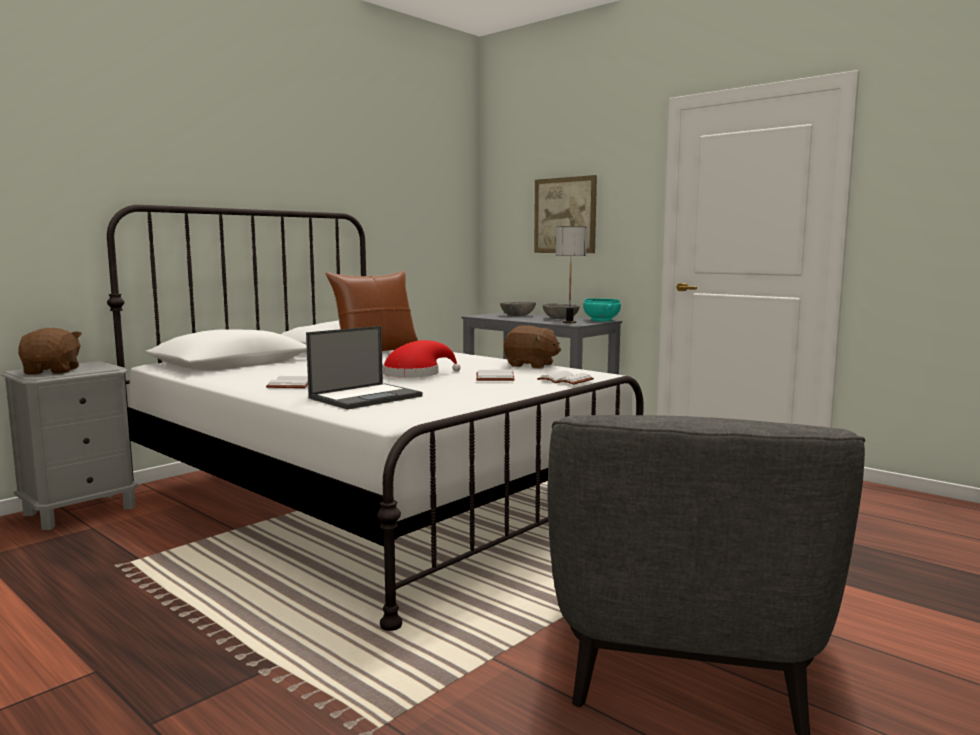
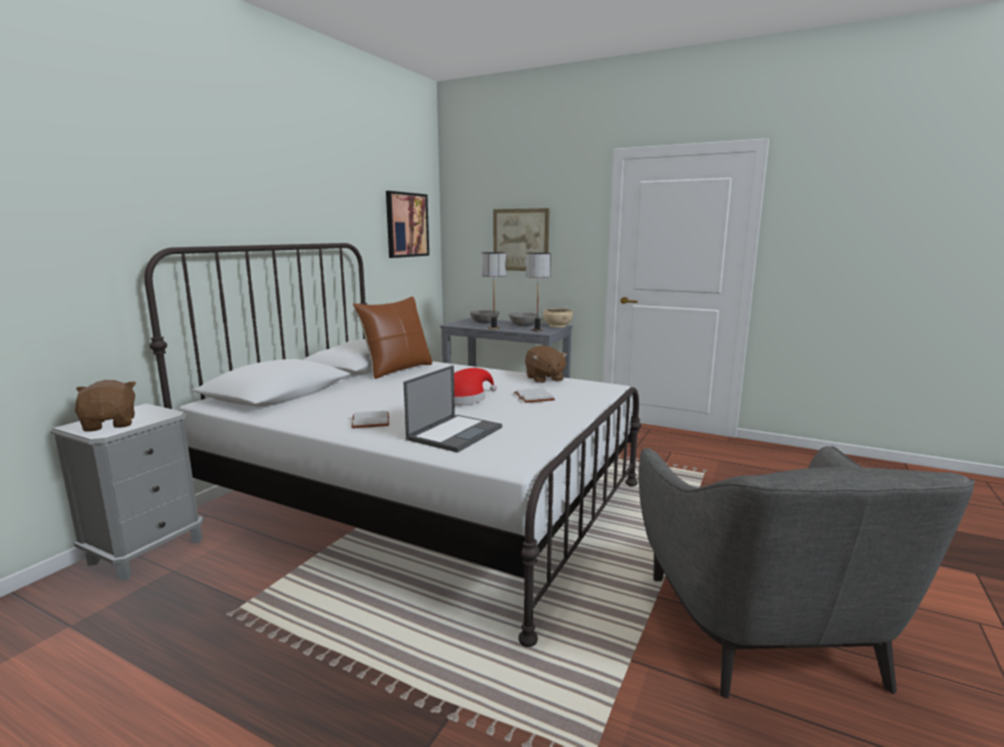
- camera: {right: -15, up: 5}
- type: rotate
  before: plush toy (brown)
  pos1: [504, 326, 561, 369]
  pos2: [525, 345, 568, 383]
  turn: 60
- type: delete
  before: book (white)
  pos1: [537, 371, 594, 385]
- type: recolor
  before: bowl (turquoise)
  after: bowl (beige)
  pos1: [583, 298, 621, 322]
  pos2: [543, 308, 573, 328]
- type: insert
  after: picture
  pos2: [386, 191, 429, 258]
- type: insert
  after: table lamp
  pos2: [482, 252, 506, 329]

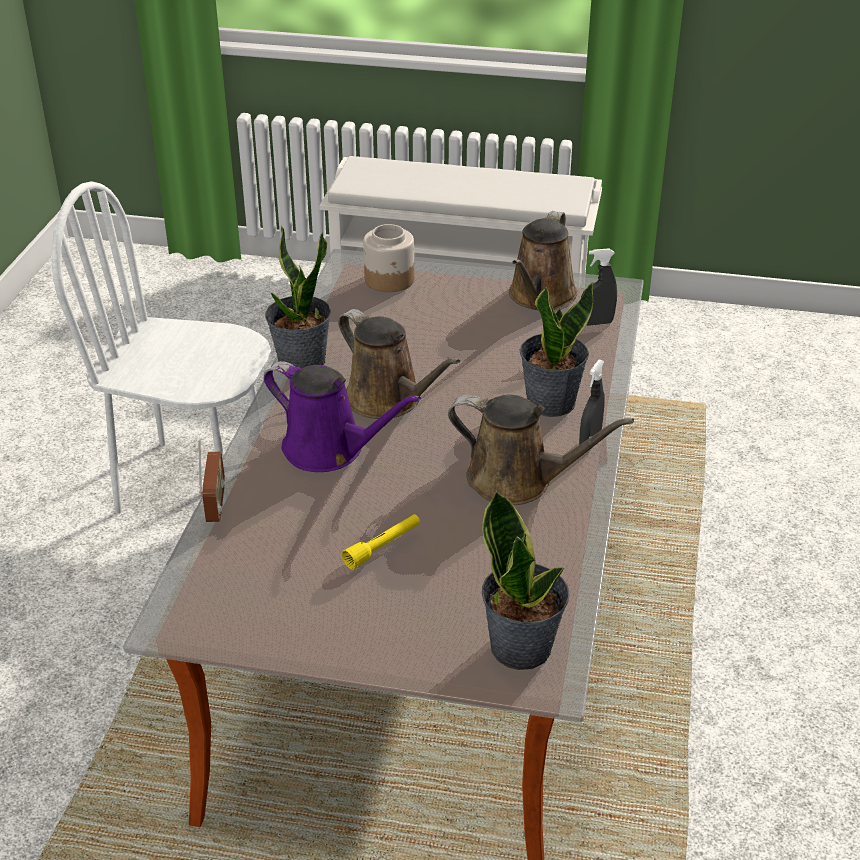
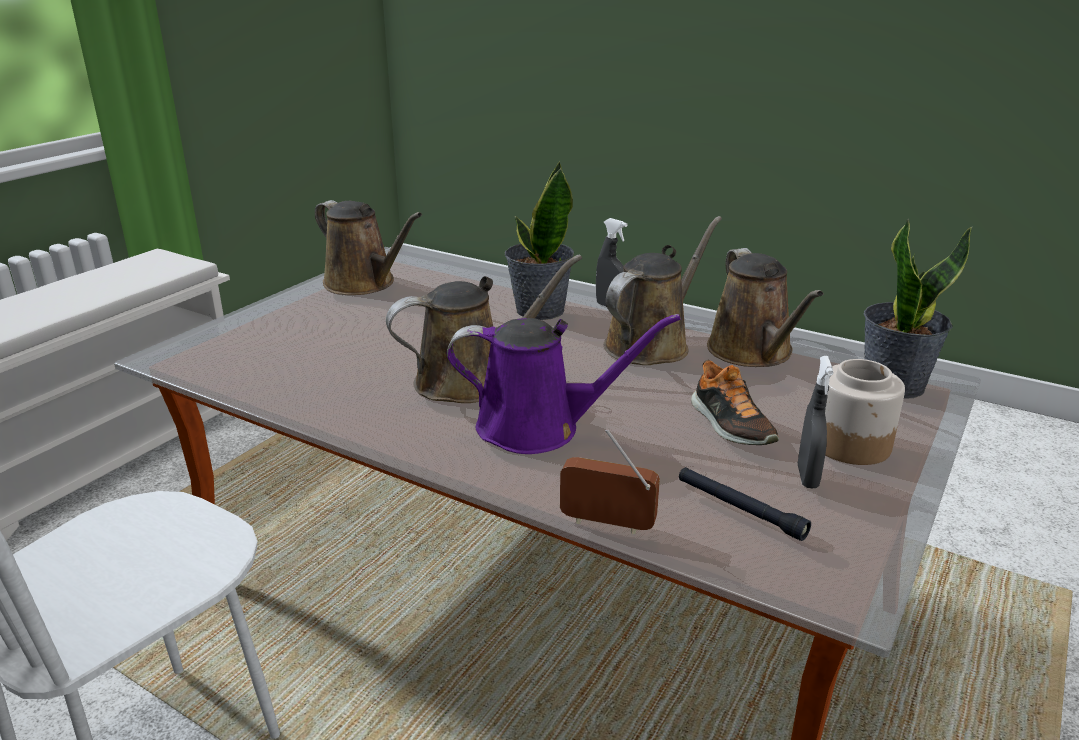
- camera: {right: -70, up: -10}
- type: rotate
  before: watering can (purple)
  pos1: [264, 361, 421, 472]
  pos2: [447, 314, 680, 454]
  turn: 45
- type: delete
  before: potted plant
  pos1: [265, 226, 331, 368]
- type: replace
  before: flashlight (yellow)
  after: shoe
  pos1: [341, 514, 420, 570]
  pos2: [691, 359, 779, 445]
- type: move
  before: jar
  pos1: [363, 224, 414, 292]
  pos2: [825, 359, 905, 465]
- type: move
  before: spray bottle (grey)
  pos1: [581, 248, 617, 326]
  pos2: [798, 356, 833, 488]
- type: insert
  after: flashlight (black)
  pos2: [679, 467, 811, 541]
- type: insert
  after: watering can (brown)
  pos2: [707, 248, 824, 367]

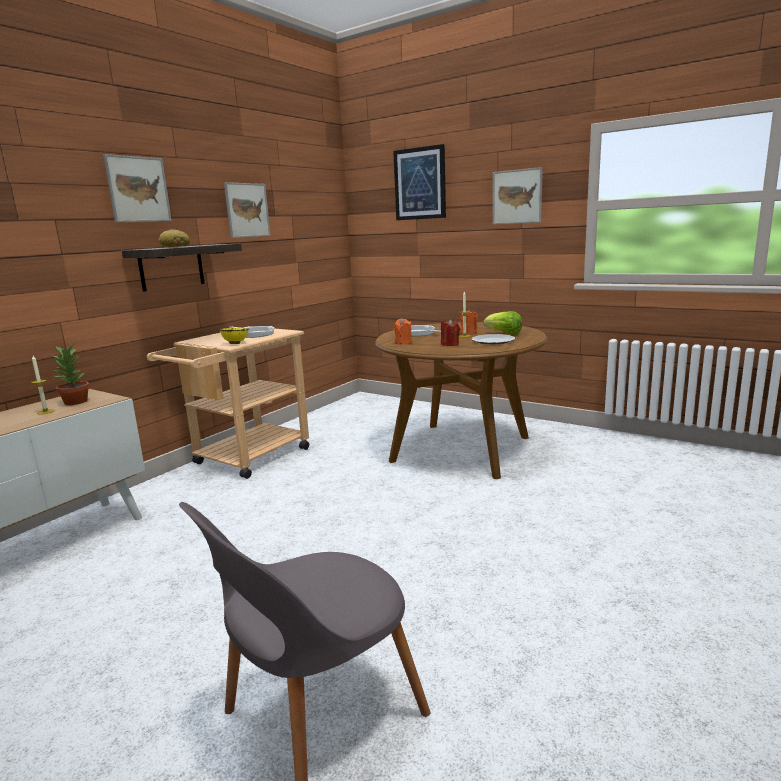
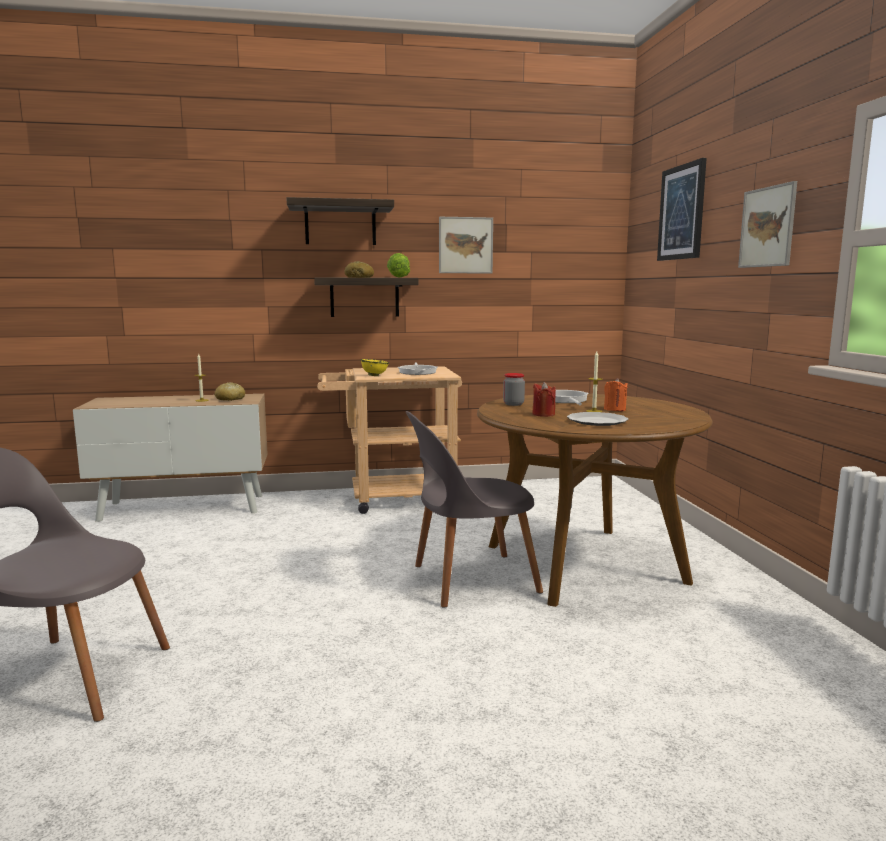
- camera: {right: 45, up: -5}
- type: replace
  before: potted plant
  after: bread
  pos1: [52, 344, 89, 405]
  pos2: [215, 383, 246, 401]
- type: replace
  before: picture
  after: shelf
  pos1: [103, 154, 172, 222]
  pos2: [287, 197, 394, 245]
- type: replace
  before: candle (orange)
  after: jar
  pos1: [394, 318, 412, 344]
  pos2: [503, 373, 525, 406]
- type: move
  before: lettuce
  pos1: [483, 311, 522, 335]
  pos2: [387, 253, 410, 278]
- type: insert
  after: chair (grey)
  pos2: [406, 411, 543, 608]

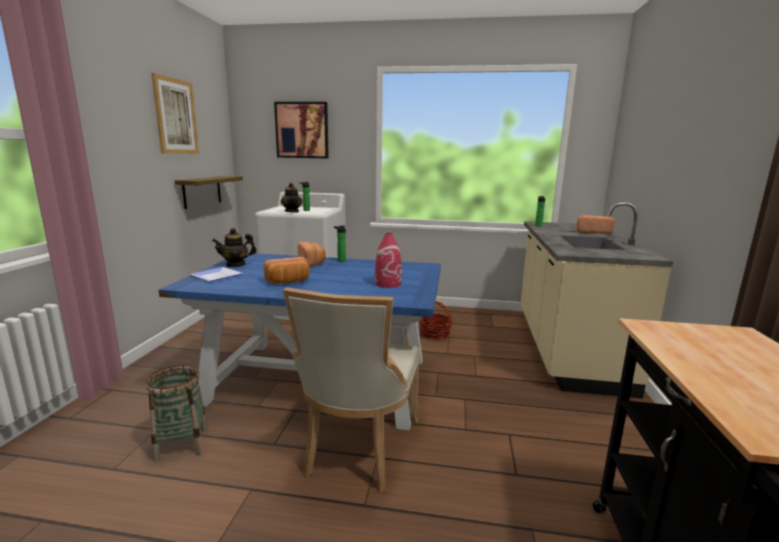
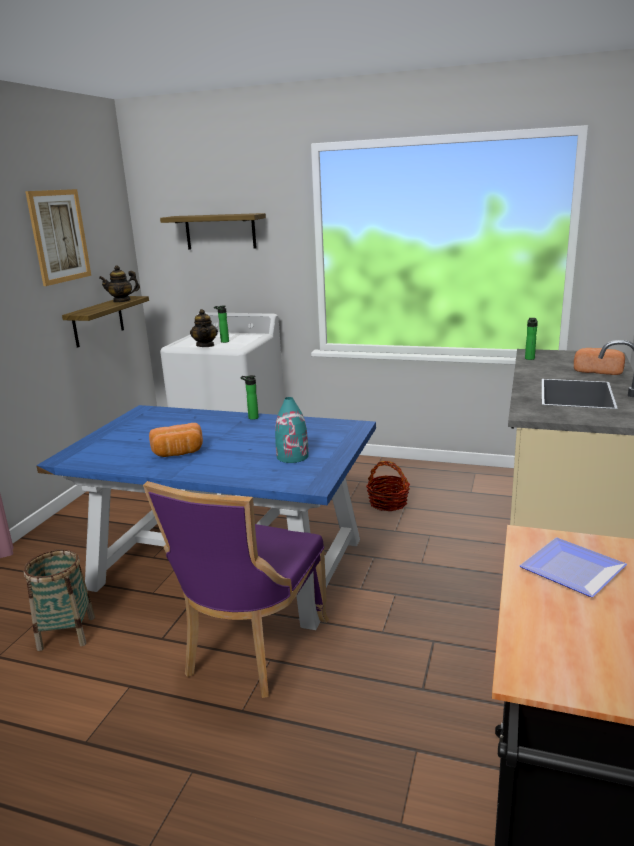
- camera: {right: 10, up: 5}
- type: move
  before: plate
  pos1: [190, 267, 243, 282]
  pos2: [520, 538, 627, 597]
- type: move
  before: teapot
  pos1: [212, 228, 257, 267]
  pos2: [99, 266, 140, 302]
- type: replace
  before: picture
  after: shelf
  pos1: [274, 102, 329, 158]
  pos2: [160, 213, 266, 249]
- type: recolor
  before: chair (beige)
  after: chair (purple)
  pos1: [283, 287, 420, 492]
  pos2: [143, 481, 329, 698]
- type: delete
  before: bread
  pos1: [298, 242, 326, 266]
- type: recolor
  before: vase (red)
  after: vase (turquoise)
  pos1: [375, 233, 402, 288]
  pos2: [275, 397, 309, 463]

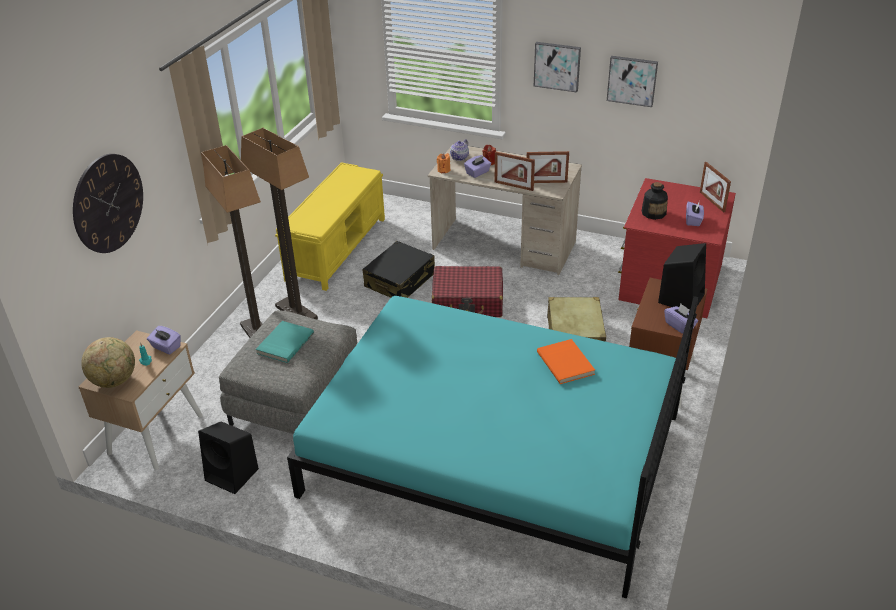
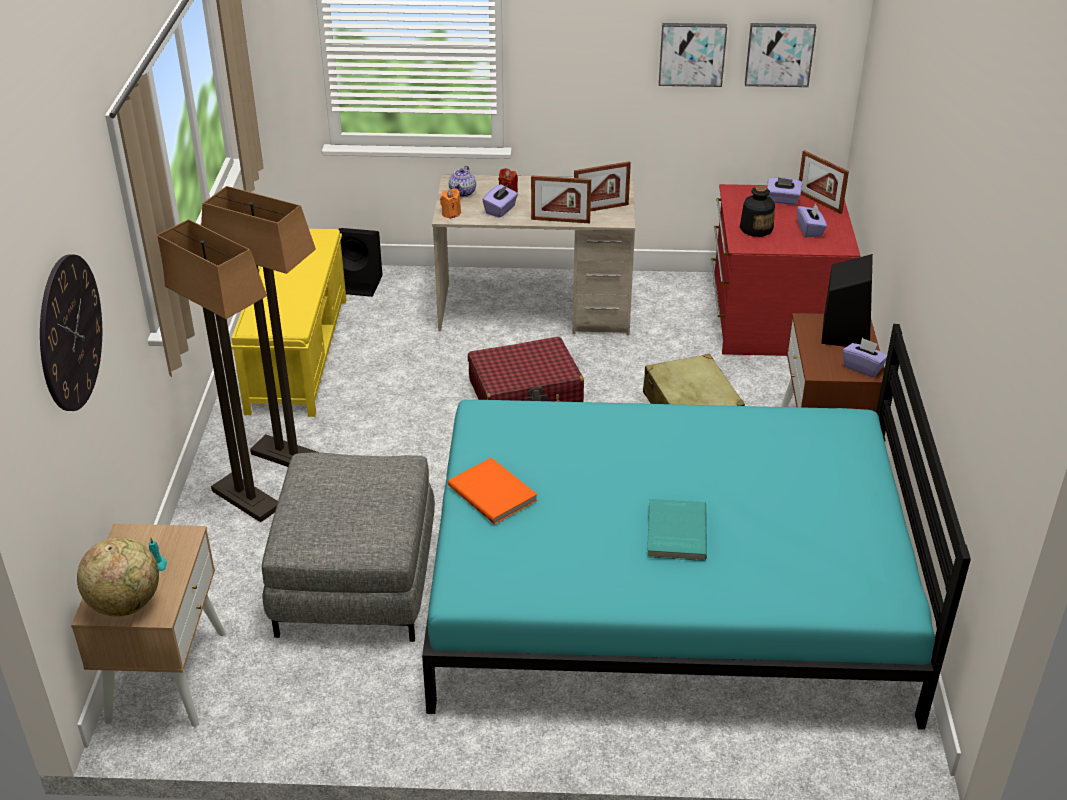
- camera: {right: -20, up: 0}
- type: move
  before: tissue box (purple)
  pos1: [147, 326, 181, 354]
  pos2: [767, 177, 802, 205]
- type: move
  before: speaker (black)
  pos1: [198, 421, 259, 494]
  pos2: [339, 228, 383, 297]
- type: move
  before: book (turquoise)
  pos1: [256, 321, 314, 363]
  pos2: [647, 499, 707, 561]
- type: delete
  before: suitcase (black)
  pos1: [363, 241, 435, 298]
- type: move
  before: picture
  pos1: [534, 42, 581, 92]
  pos2: [745, 23, 816, 87]
- type: move
  before: book (orange)
  pos1: [537, 339, 595, 384]
  pos2: [448, 458, 537, 524]

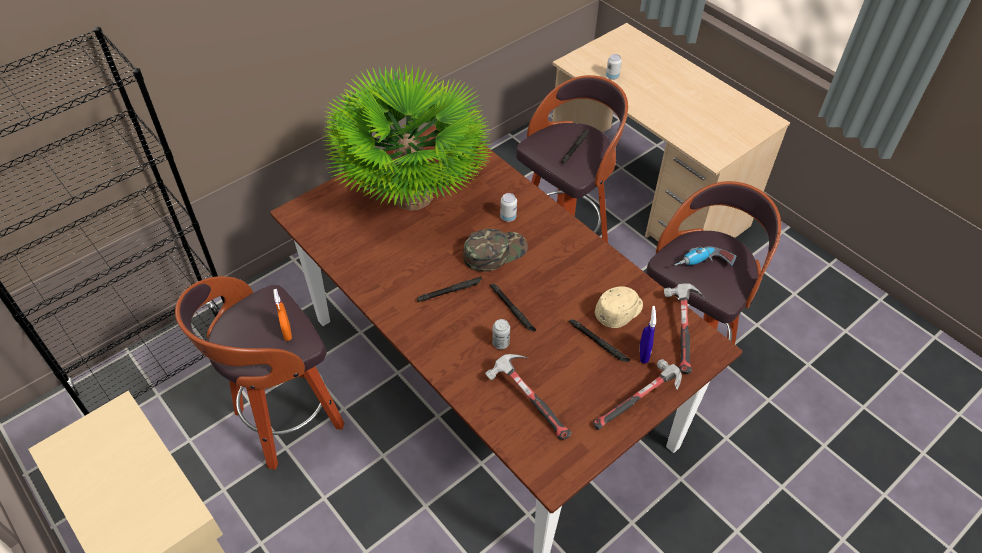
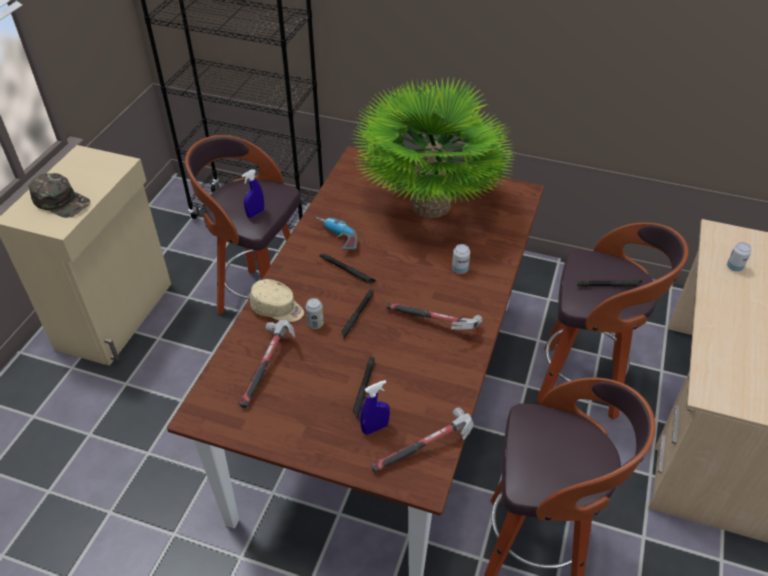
- camera: {right: 60, up: -5}
- type: recolor
  before: spray bottle (orange)
  after: spray bottle (blue)
  pos1: [273, 289, 292, 341]
  pos2: [242, 169, 264, 218]
- type: move
  before: cap (green)
  pos1: [463, 229, 528, 272]
  pos2: [28, 173, 91, 218]
- type: move
  before: hammer
  pos1: [593, 359, 682, 430]
  pos2: [387, 302, 483, 329]
- type: move
  before: cap (beige)
  pos1: [595, 286, 643, 328]
  pos2: [250, 279, 304, 322]
- type: move
  before: power drill
  pos1: [674, 246, 736, 266]
  pos2: [316, 217, 357, 250]

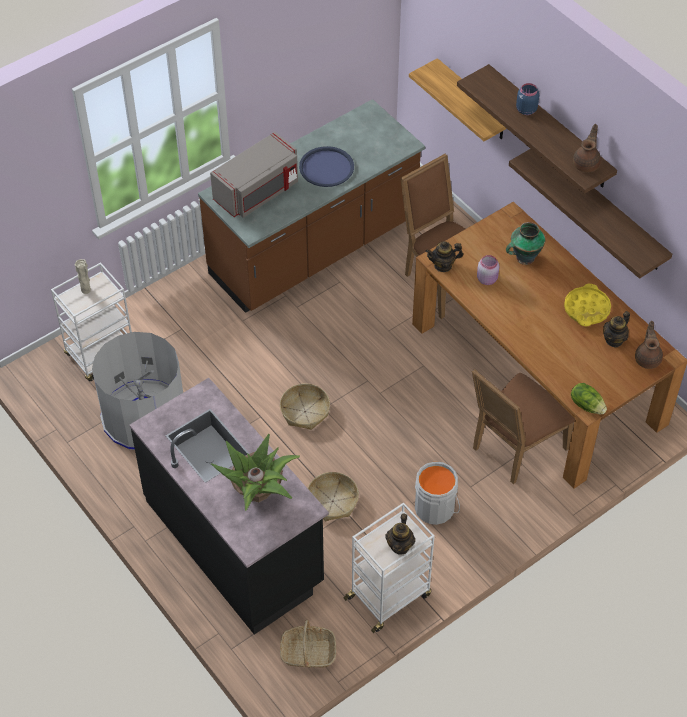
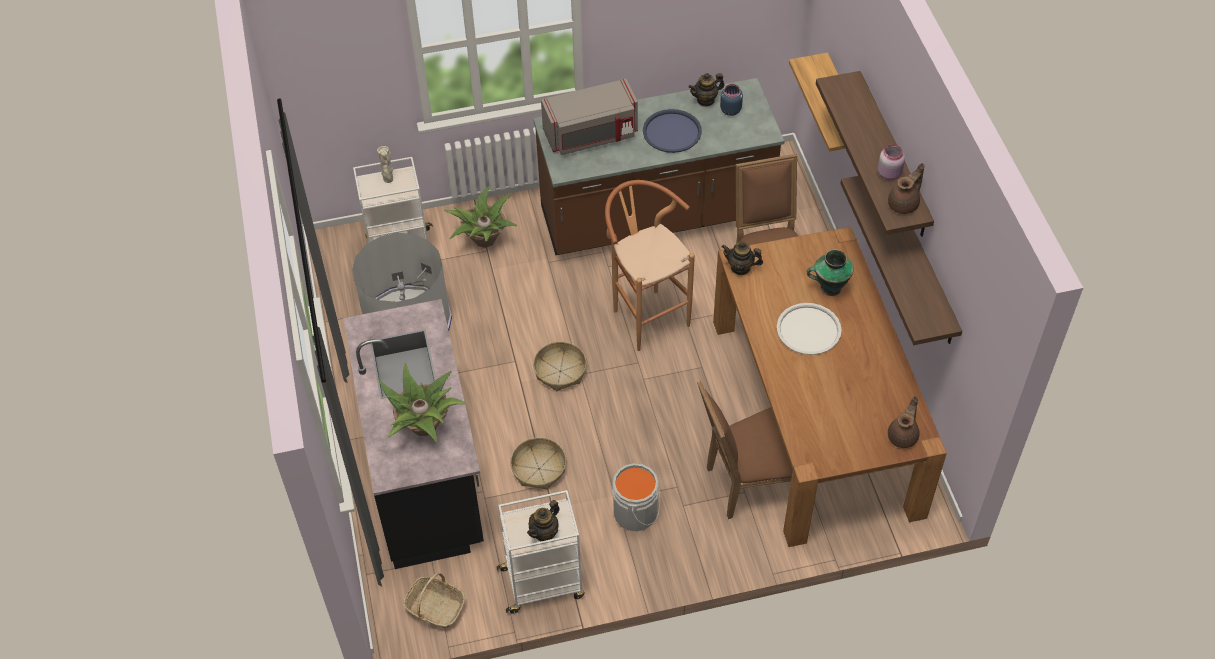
- camera: {right: 25, up: 0}
- type: move
  before: jar (pink)
  pos1: [477, 255, 499, 285]
  pos2: [878, 145, 905, 181]
- type: move
  before: jar (blue)
  pos1: [516, 83, 539, 115]
  pos2: [720, 84, 743, 116]
- type: delete
  before: tray (yellow)
  pos1: [564, 284, 611, 326]
- type: delete
  before: lettuce
  pos1: [571, 383, 607, 414]
- type: move
  before: teapot
  pos1: [603, 311, 630, 348]
  pos2: [689, 73, 725, 107]
- type: insert
  after: potted plant
  pos2: [444, 185, 517, 248]
- type: insert
  after: stool (brown)
  pos2: [605, 180, 695, 351]
- type: insert
  after: tray (white)
  pos2: [777, 303, 842, 355]

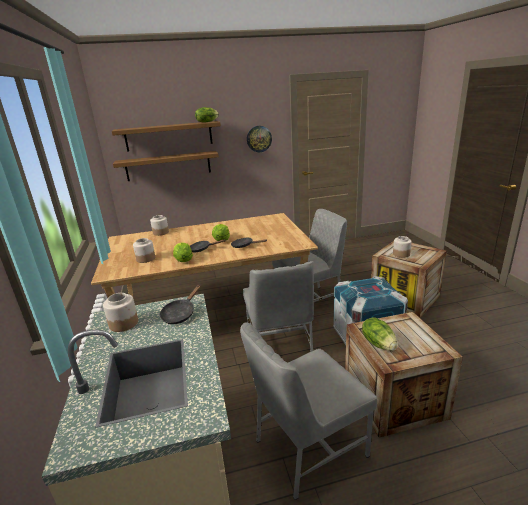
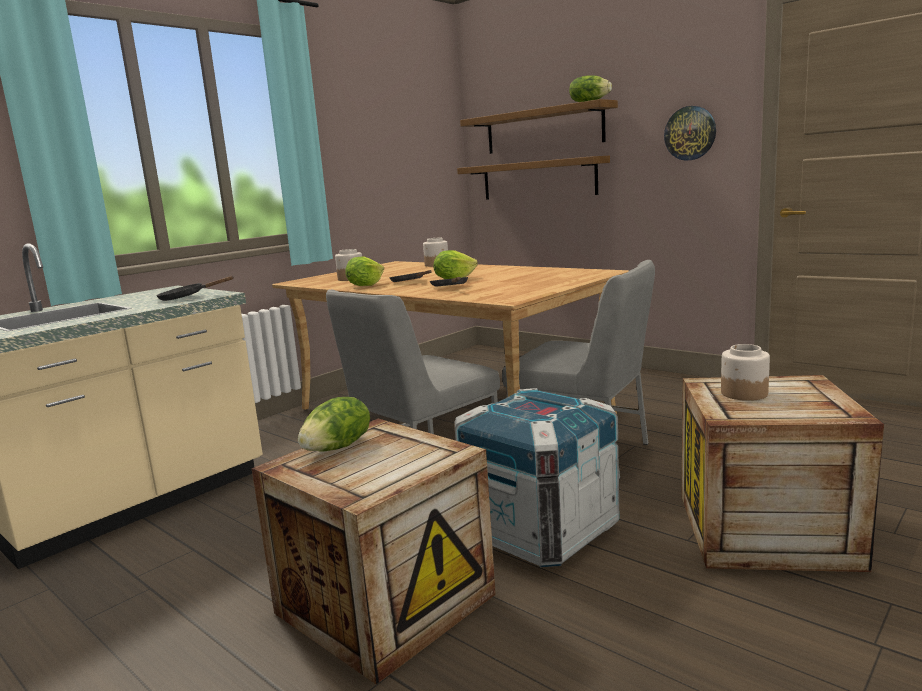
- camera: {right: 55, up: -10}
- type: delete
  before: jar
  pos1: [103, 293, 138, 332]
- type: delete
  before: chair (grey)
  pos1: [240, 322, 377, 500]

